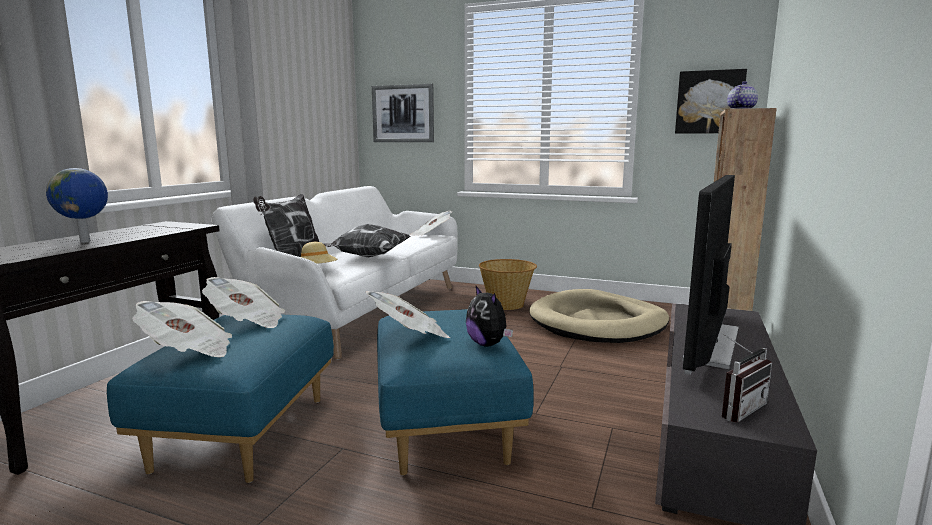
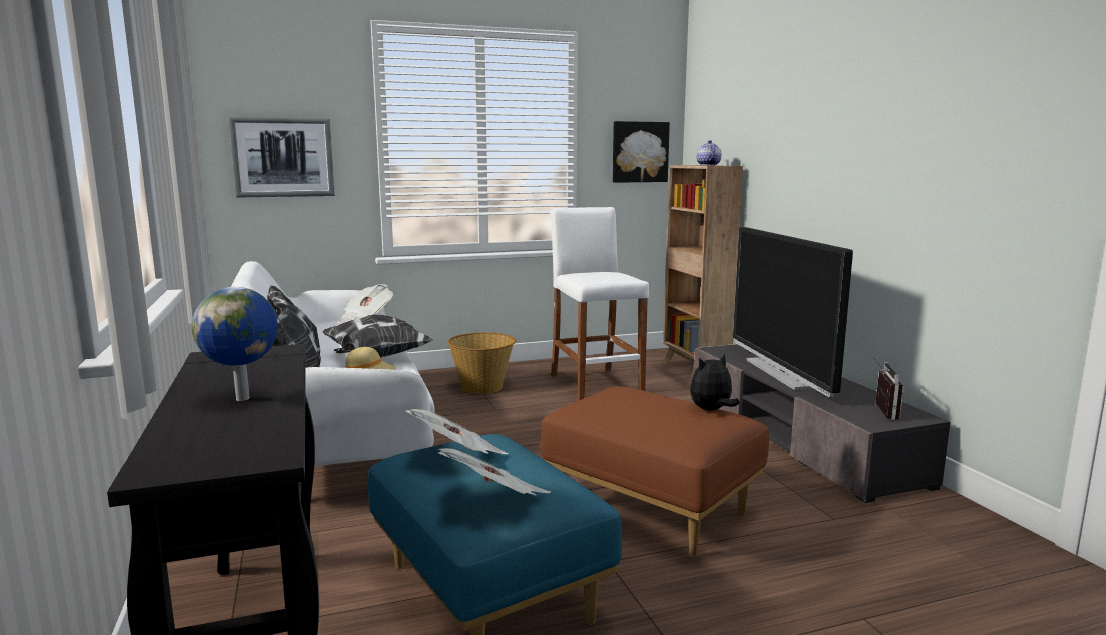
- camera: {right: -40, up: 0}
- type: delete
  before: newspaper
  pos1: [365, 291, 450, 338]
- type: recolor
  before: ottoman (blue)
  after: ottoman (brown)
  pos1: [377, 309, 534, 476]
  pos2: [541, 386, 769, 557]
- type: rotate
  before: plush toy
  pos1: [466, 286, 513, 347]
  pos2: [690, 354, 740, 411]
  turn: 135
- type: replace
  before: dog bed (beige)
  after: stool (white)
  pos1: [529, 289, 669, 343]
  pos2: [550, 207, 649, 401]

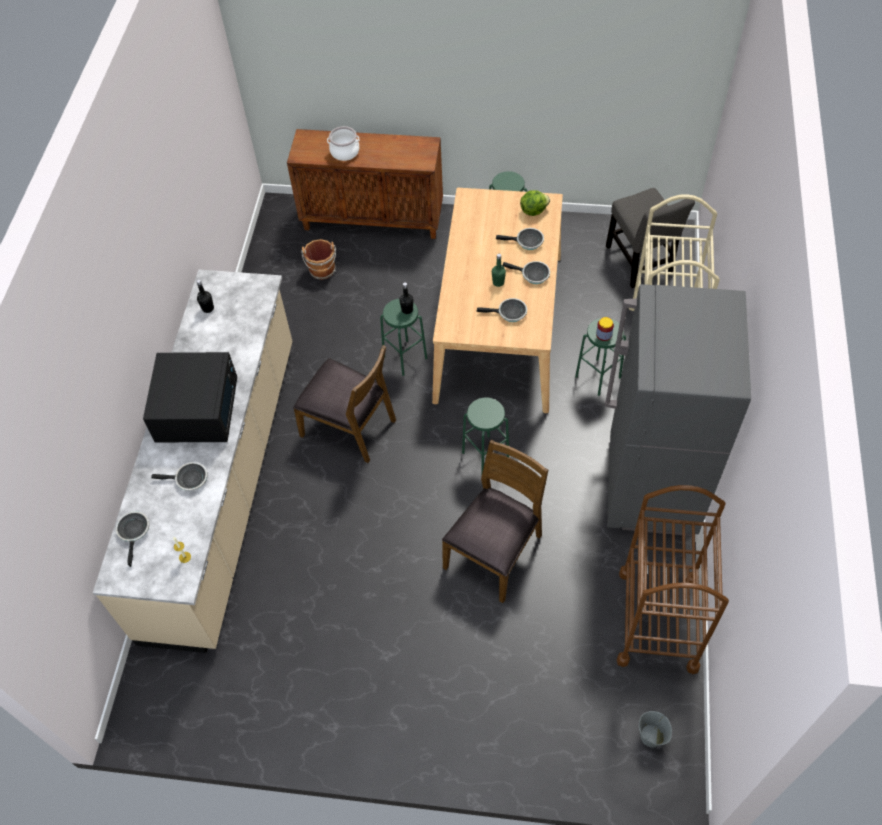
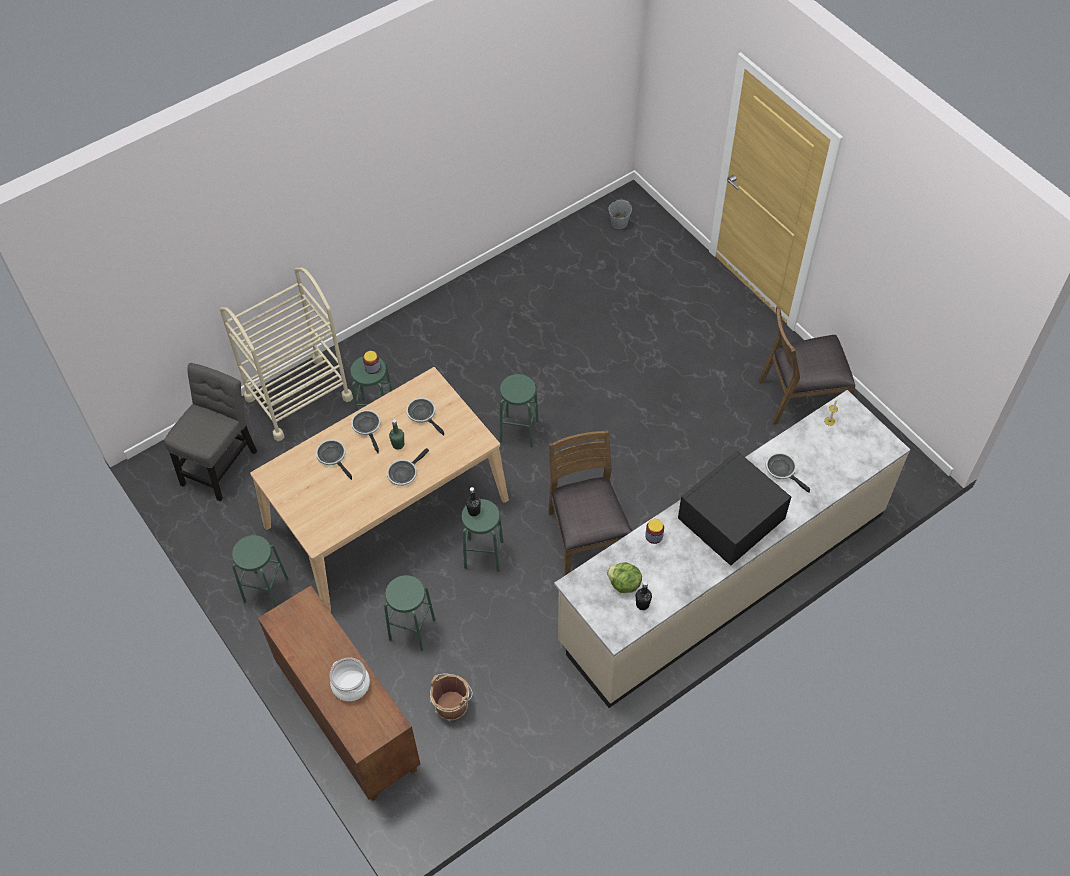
- camera: {right: -135, up: 0}
- type: move
  before: frying pan
  pos1: [116, 511, 149, 567]
  pos2: [387, 448, 429, 486]
- type: move
  before: chair (brown)
  pos1: [442, 440, 549, 603]
  pos2: [759, 306, 856, 425]
- type: move
  before: lettuce
  pos1: [520, 190, 550, 216]
  pos2: [607, 562, 642, 593]
- type: delete
  before: fridge (grey)
  pos1: [605, 284, 751, 536]
- type: delete
  before: cart (brown)
  pos1: [617, 485, 729, 674]
- type: insert
  after: stool (green)
  pos2: [384, 575, 436, 651]
- type: insert
  after: jar
  pos2: [645, 519, 664, 544]

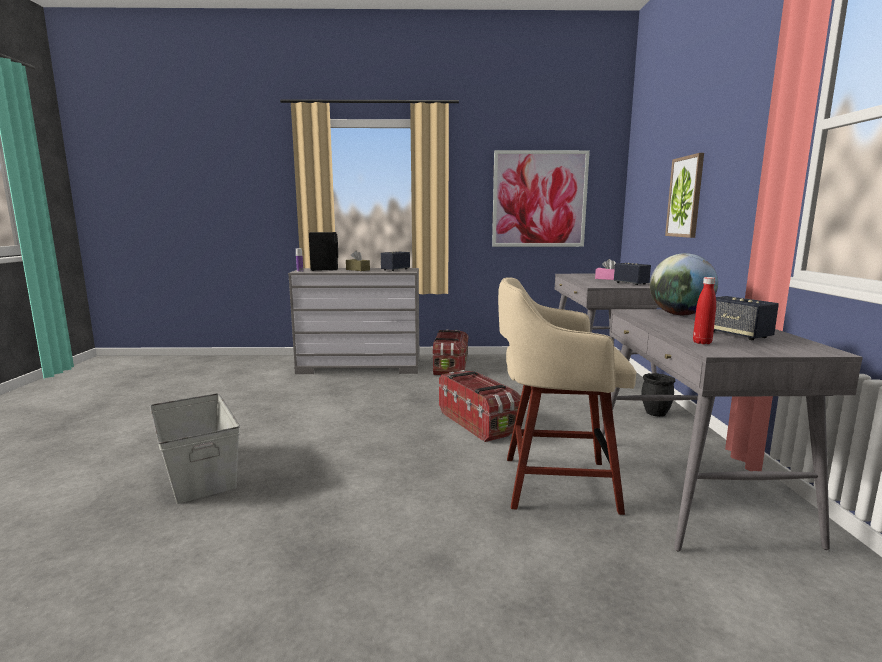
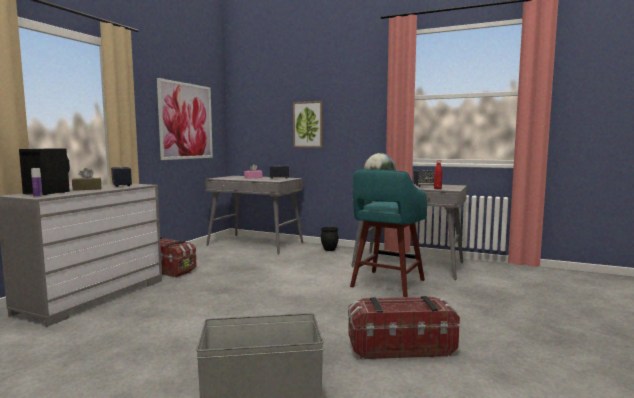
- camera: {right: -65, up: -5}
- type: move
  before: storage box
  pos1: [439, 370, 521, 442]
  pos2: [348, 296, 460, 359]
- type: recolor
  before: stool (beige)
  after: stool (turquoise)
  pos1: [498, 277, 636, 515]
  pos2: [350, 169, 427, 297]

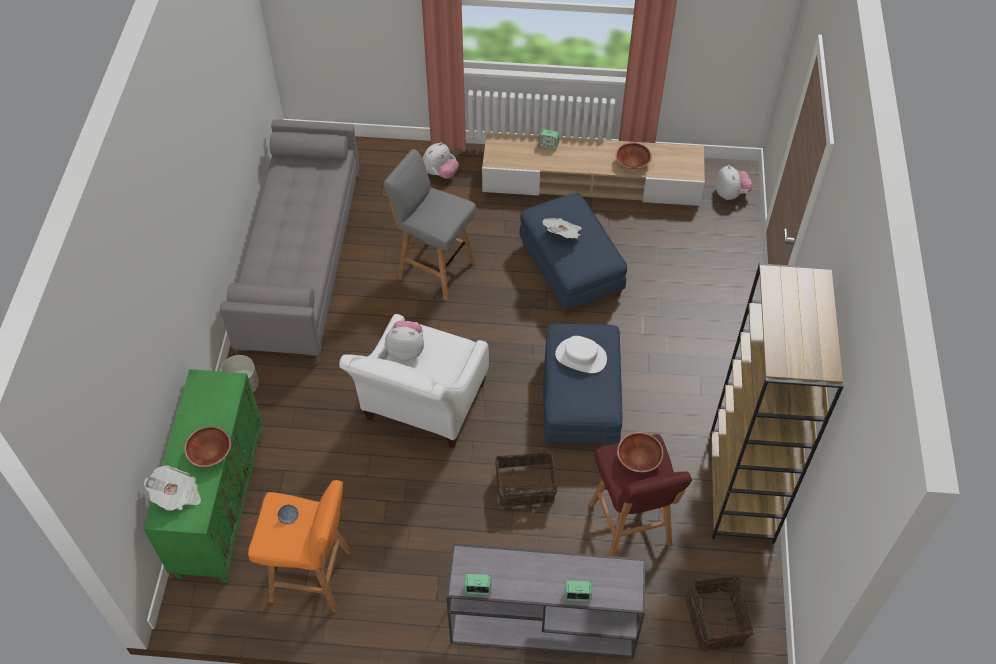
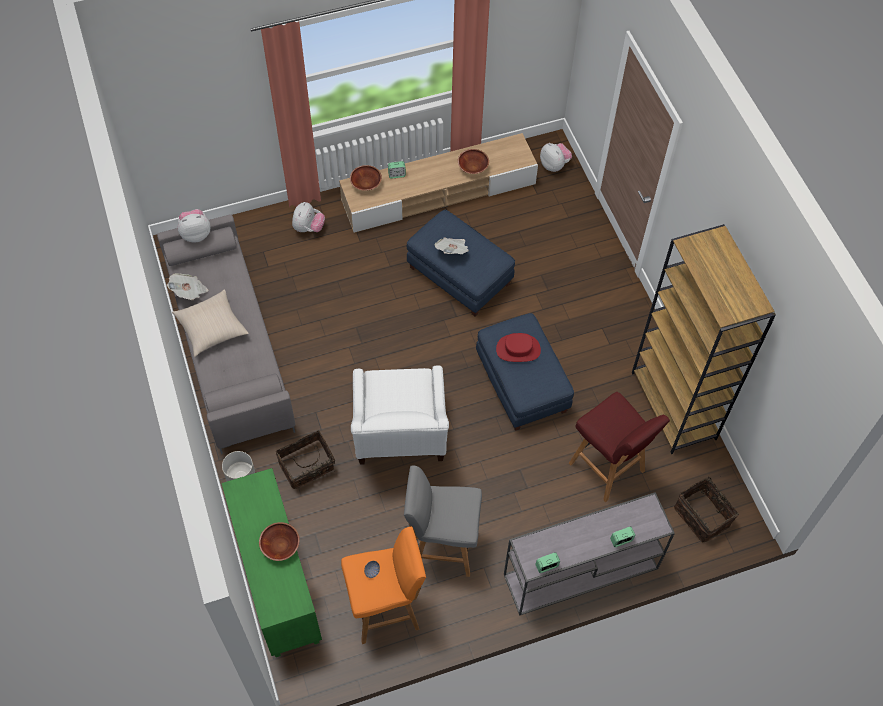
- camera: {right: -25, up: 5}
- type: move
  before: newspaper
  pos1: [144, 465, 201, 511]
  pos2: [167, 273, 208, 300]
- type: move
  before: stool (grey)
  pos1: [383, 149, 477, 301]
  pos2: [404, 466, 482, 577]
- type: move
  before: plush toy
  pos1: [385, 321, 424, 361]
  pos2: [178, 209, 211, 242]
- type: move
  before: basket
  pos1: [495, 451, 557, 508]
  pos2: [276, 430, 336, 489]
- type: recolor
  before: hat (white)
  after: hat (red)
  pos1: [555, 336, 607, 373]
  pos2: [496, 333, 541, 362]
- type: move
  before: bowl (brown)
  pos1: [617, 432, 664, 472]
  pos2: [350, 165, 382, 191]
- type: insert
  after: pillow (beige)
  pos2: [172, 289, 249, 357]

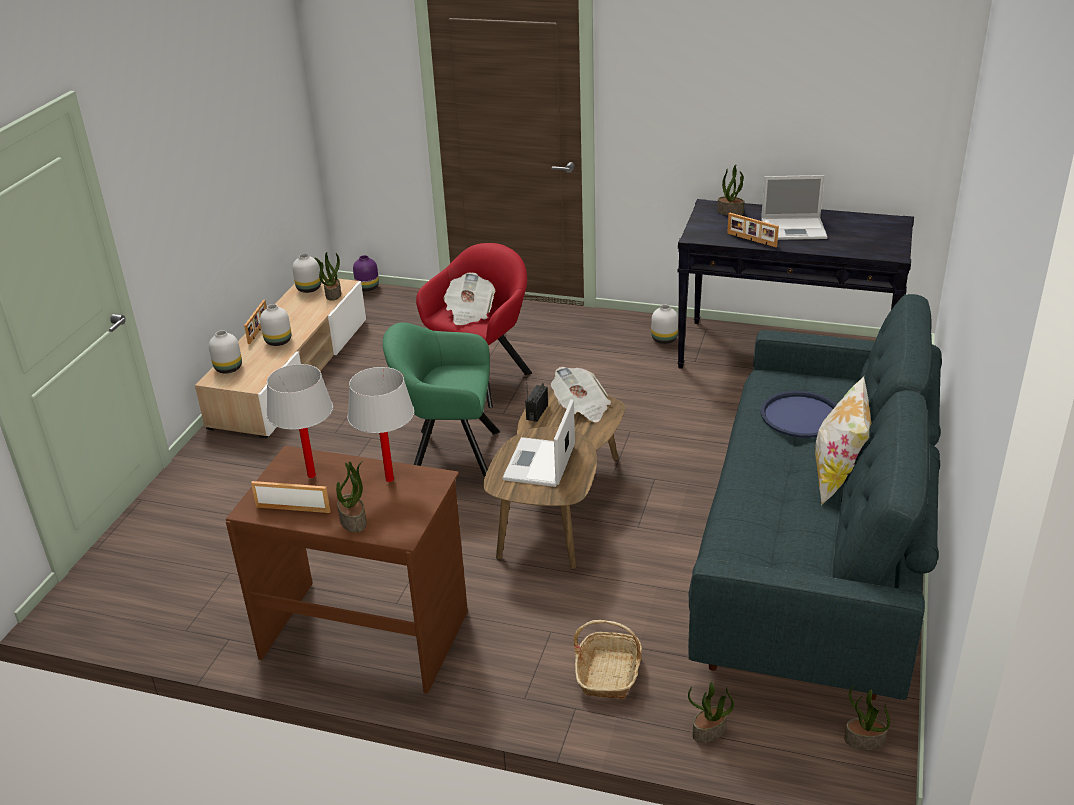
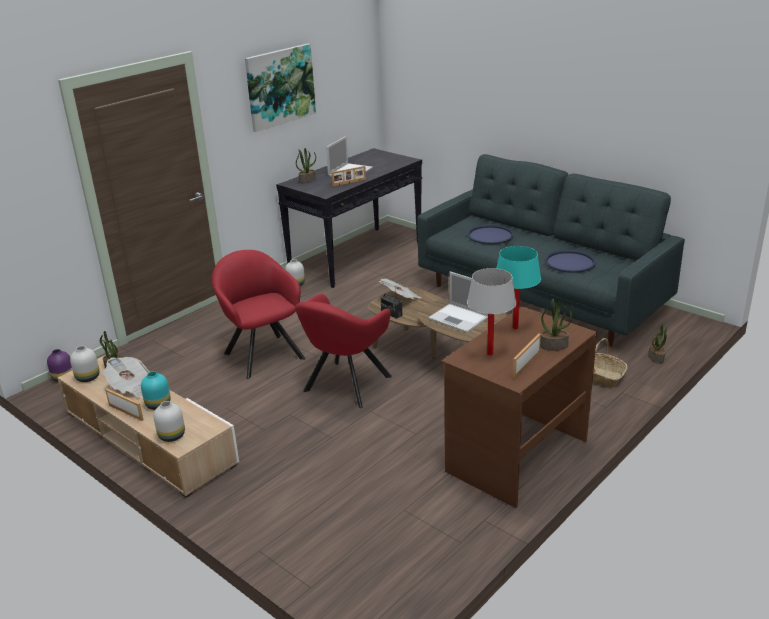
- camera: {right: -65, up: -5}
- type: recolor
  before: vase (white)
  after: vase (turquoise)
  pos1: [260, 304, 291, 346]
  pos2: [141, 371, 171, 410]
- type: recolor
  before: table lamp (white)
  after: table lamp (turquoise)
  pos1: [347, 367, 414, 482]
  pos2: [496, 246, 541, 330]
- type: recolor
  before: armchair (green)
  after: armchair (red)
  pos1: [383, 322, 500, 478]
  pos2: [295, 294, 392, 408]
- type: move
  before: newspaper
  pos1: [444, 273, 495, 325]
  pos2: [103, 357, 150, 398]
- type: delete
  before: pillow
  pos1: [815, 377, 871, 505]
- type: delete
  before: potted plant
  pos1: [844, 686, 890, 750]
- type: insert
  after: picture
  pos2: [245, 44, 316, 132]
- type: insert
  after: tray (blue)
  pos2: [544, 250, 597, 273]

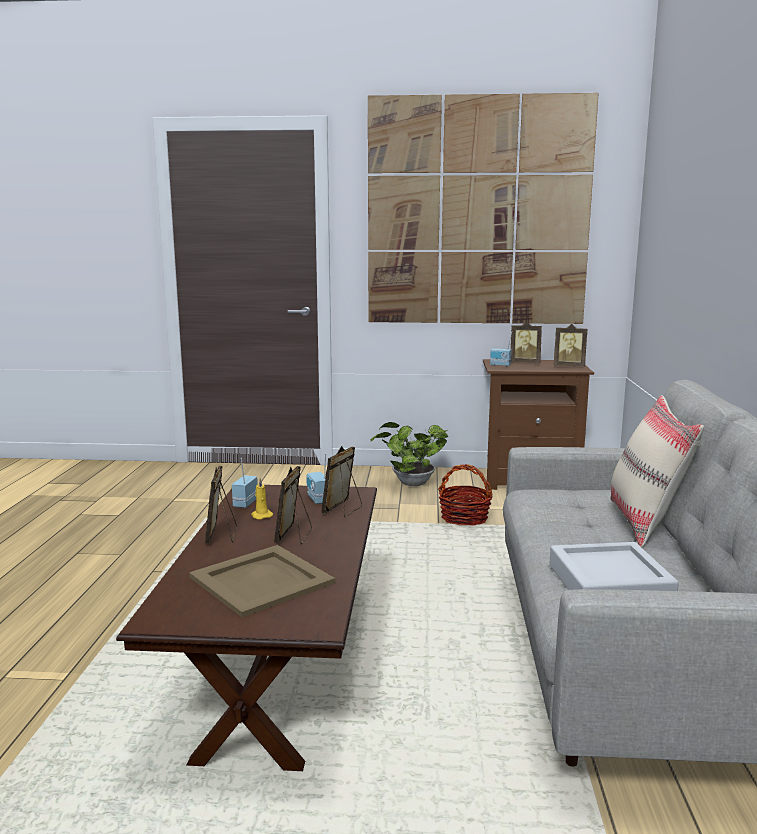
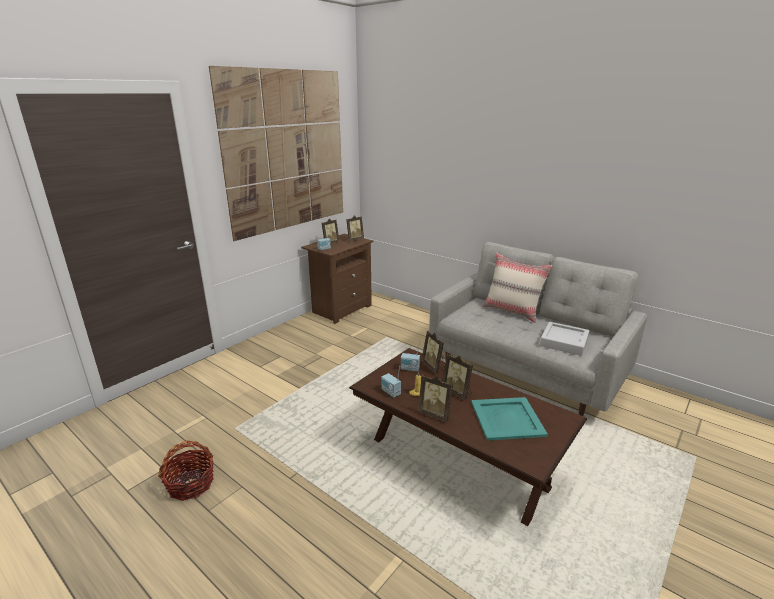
- camera: {right: -55, up: 10}
- type: recolor
  before: tray (beige)
  after: tray (turquoise)
  pos1: [189, 545, 335, 618]
  pos2: [471, 397, 548, 441]
- type: delete
  before: potted plant
  pos1: [370, 422, 449, 486]
- type: move
  before: basket
  pos1: [438, 464, 492, 526]
  pos2: [158, 441, 214, 501]

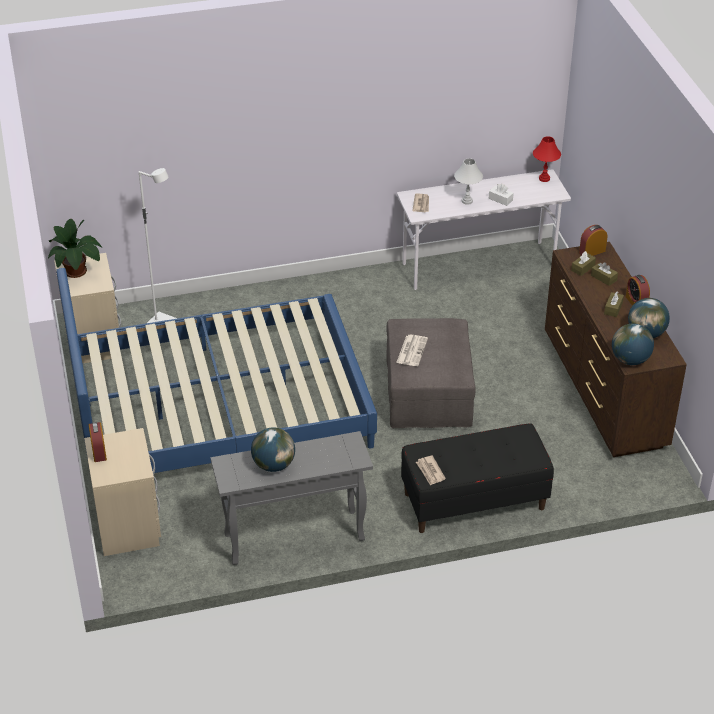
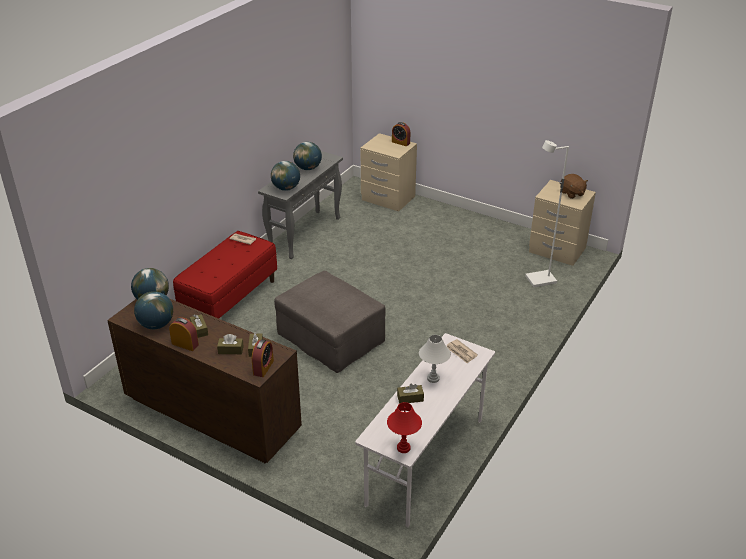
- camera: {right: 135, up: -5}
- type: replace
  before: potted plant
  after: plush toy (brown)
  pos1: [48, 219, 102, 278]
  pos2: [561, 174, 588, 199]
- type: delete
  before: bed (blue)
  pos1: [56, 268, 377, 477]
- type: delete
  before: newspaper
  pos1: [396, 334, 428, 366]
- type: recolor
  before: bench (black)
  after: bench (red)
  pos1: [401, 423, 554, 533]
  pos2: [173, 231, 277, 319]
- type: recolor
  before: tissue box (white)
  after: tissue box (brown)
  pos1: [489, 184, 514, 206]
  pos2: [397, 384, 424, 404]
- type: insert
  after: globe
  pos2: [271, 161, 300, 191]

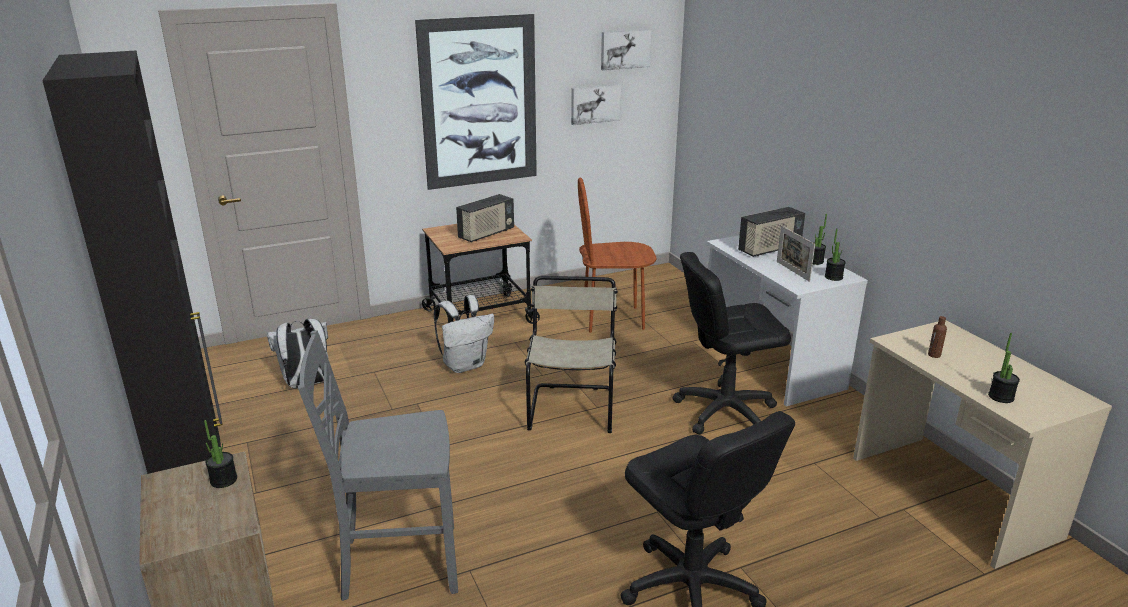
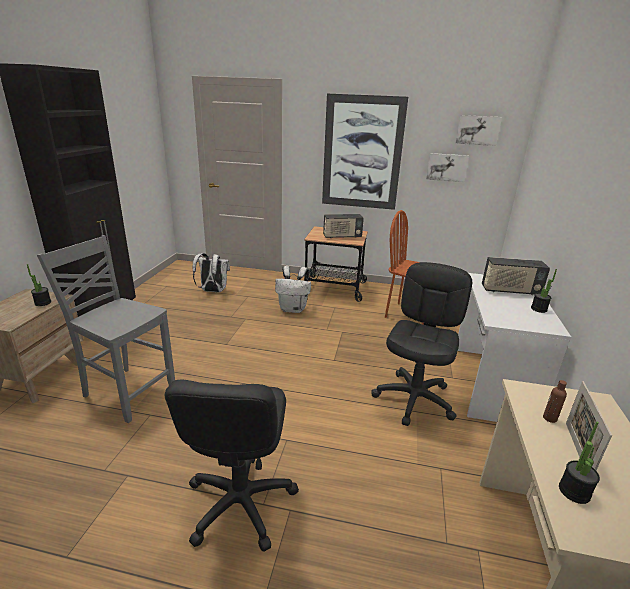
- camera: {right: 35, up: 0}
- type: delete
  before: chair (beige)
  pos1: [525, 276, 618, 433]
- type: rotate
  before: office chair (black)
  pos1: [672, 252, 791, 434]
  pos2: [371, 262, 472, 426]
  turn: 90
- type: move
  before: picture frame
  pos1: [777, 226, 815, 282]
  pos2: [566, 381, 612, 470]
- type: delete
  before: potted plant
  pos1: [825, 228, 846, 281]

